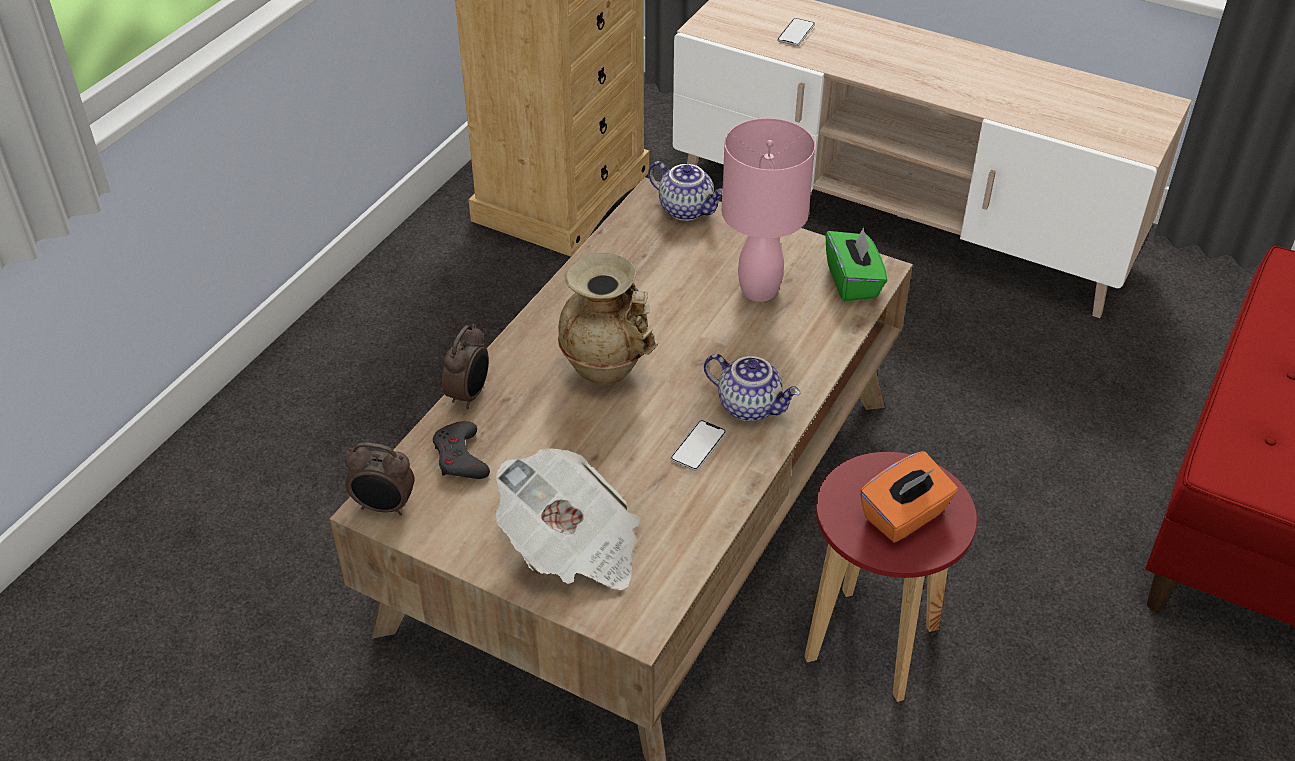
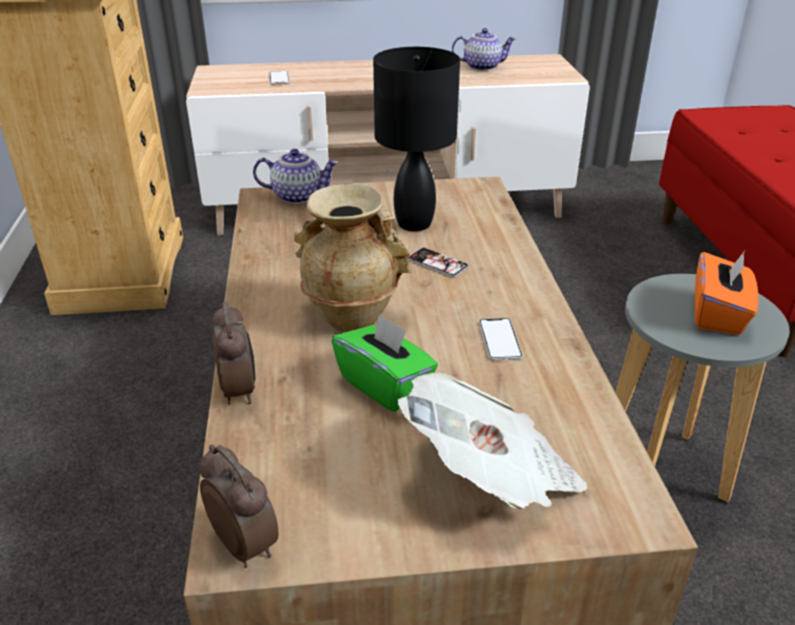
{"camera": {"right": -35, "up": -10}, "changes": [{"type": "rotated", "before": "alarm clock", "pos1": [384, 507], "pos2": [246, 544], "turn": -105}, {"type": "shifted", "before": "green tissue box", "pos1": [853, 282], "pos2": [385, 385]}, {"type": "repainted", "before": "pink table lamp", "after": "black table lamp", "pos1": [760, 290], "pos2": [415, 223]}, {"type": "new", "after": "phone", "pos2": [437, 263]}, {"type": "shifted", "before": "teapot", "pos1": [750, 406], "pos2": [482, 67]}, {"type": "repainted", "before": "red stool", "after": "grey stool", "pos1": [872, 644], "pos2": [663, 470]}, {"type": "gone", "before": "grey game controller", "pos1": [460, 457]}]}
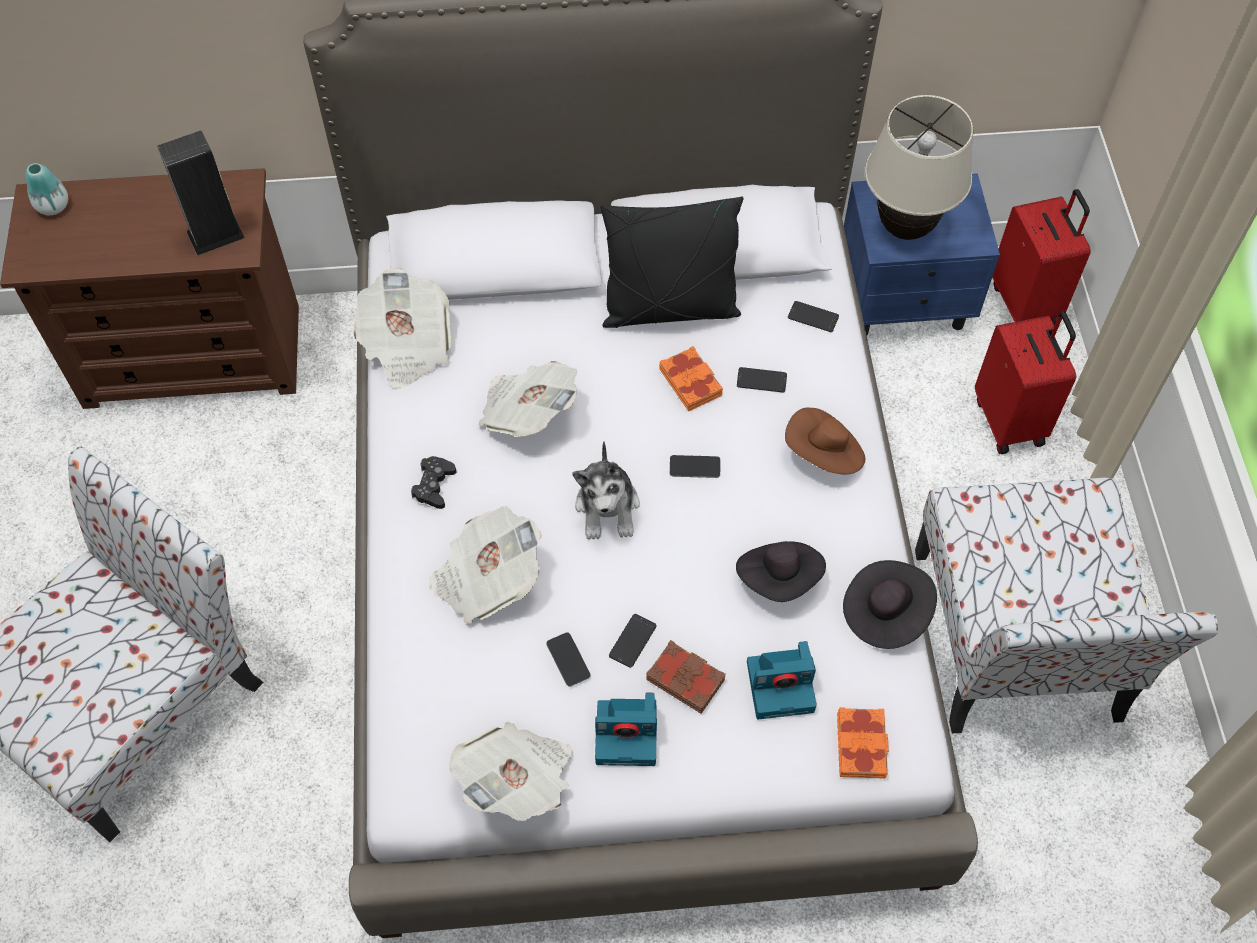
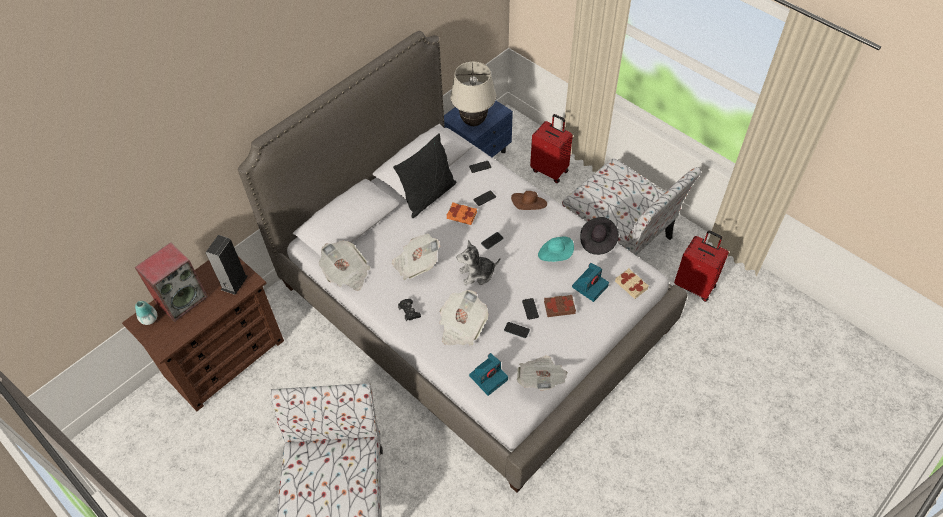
{"camera": {"right": -40, "up": -5}, "changes": [{"type": "new", "after": "speaker", "pos2": [182, 299]}, {"type": "rotated", "before": "plush toy", "pos1": [608, 507], "pos2": [477, 274], "turn": 120}, {"type": "shifted", "before": "photo camera", "pos1": [628, 733], "pos2": [488, 377]}, {"type": "repainted", "before": "black hat", "after": "turquoise hat", "pos1": [779, 578], "pos2": [555, 255]}, {"type": "repainted", "before": "orange book", "after": "beige book", "pos1": [862, 745], "pos2": [631, 285]}, {"type": "shifted", "before": "red suitcase", "pos1": [1026, 303], "pos2": [695, 285]}]}
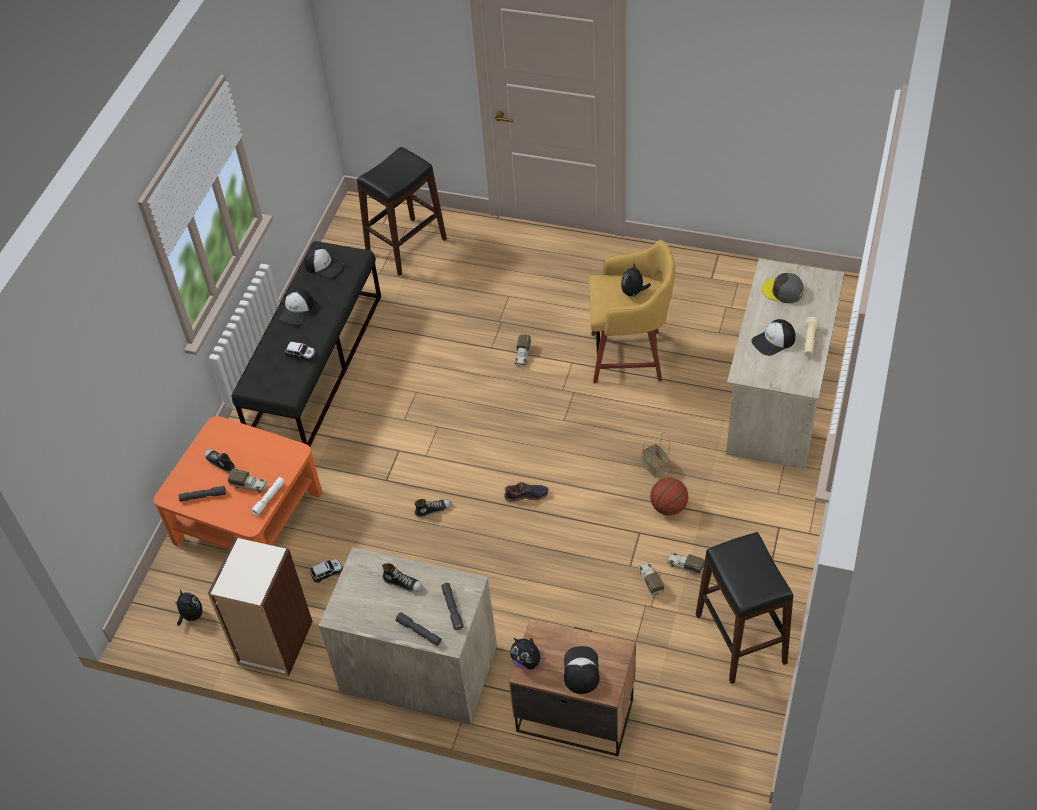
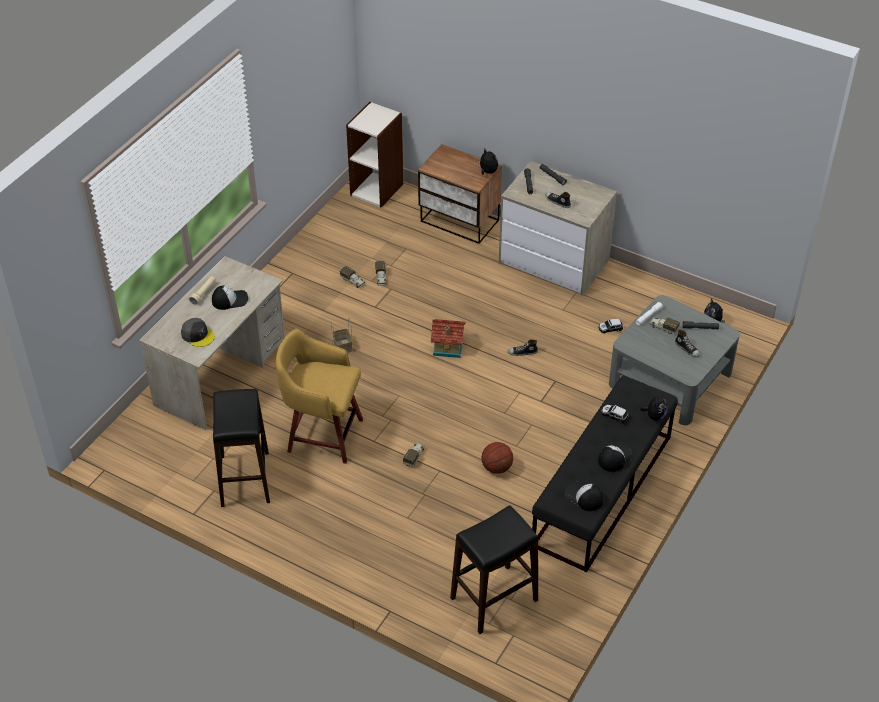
{"camera": {"right": -170, "up": -5}, "changes": [{"type": "shifted", "before": "black stool", "pos1": [740, 638], "pos2": [245, 479]}, {"type": "shifted", "before": "bookcase", "pos1": [274, 643], "pos2": [377, 189]}, {"type": "swapped", "before": "shoe", "after": "toy house", "pos1": [526, 495], "pos2": [448, 347]}, {"type": "shifted", "before": "basketball", "pos1": [668, 507], "pos2": [496, 468]}, {"type": "repainted", "before": "orange coffee table", "after": "grey coffee table", "pos1": [247, 516], "pos2": [670, 378]}, {"type": "shifted", "before": "plush toy", "pos1": [633, 292], "pos2": [654, 416]}, {"type": "gone", "before": "cap", "pos1": [580, 670]}]}
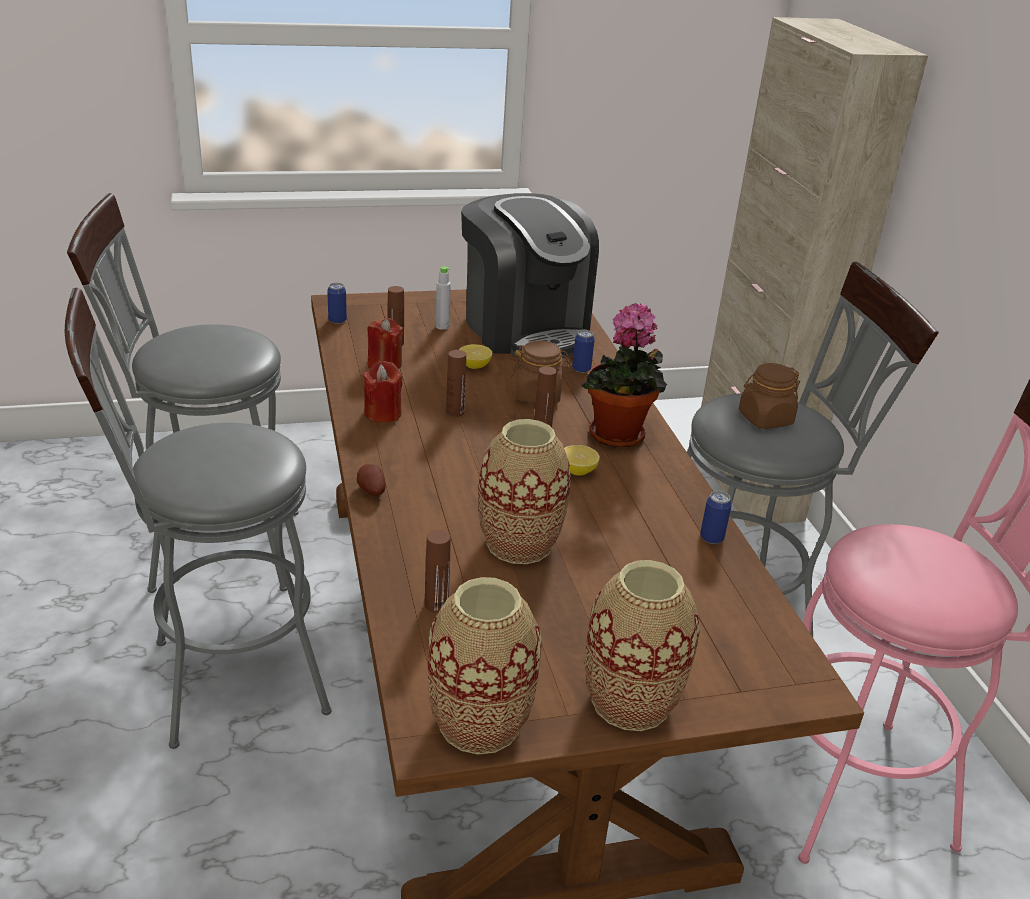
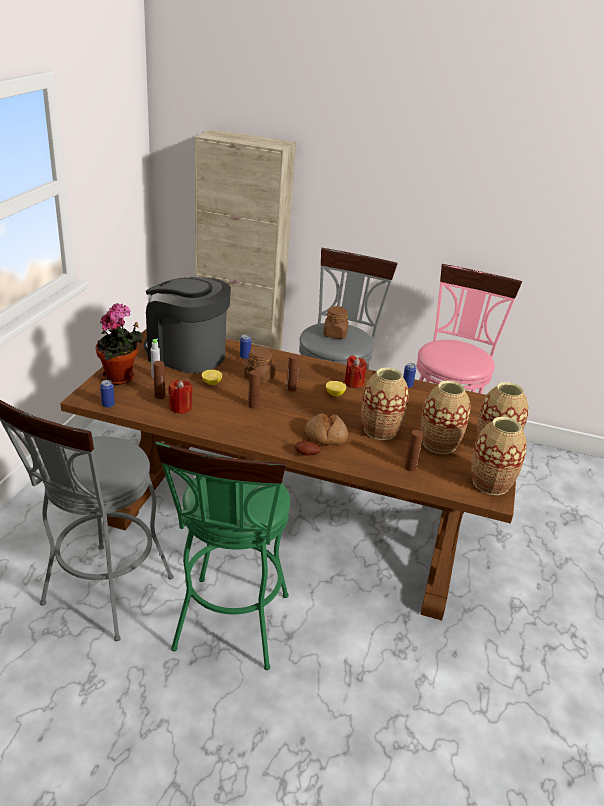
{"camera": {"right": -60, "up": 0}, "changes": [{"type": "shifted", "before": "potted plant", "pos1": [618, 437], "pos2": [121, 378]}, {"type": "rotated", "before": "coffee machine", "pos1": [525, 328], "pos2": [186, 354], "turn": -150}, {"type": "repainted", "before": "grey stool", "after": "green stool", "pos1": [223, 680], "pos2": [229, 630]}, {"type": "new", "after": "bread", "pos2": [325, 436]}, {"type": "shifted", "before": "red candle", "pos1": [382, 413], "pos2": [354, 383]}, {"type": "new", "after": "vase", "pos2": [439, 444]}]}
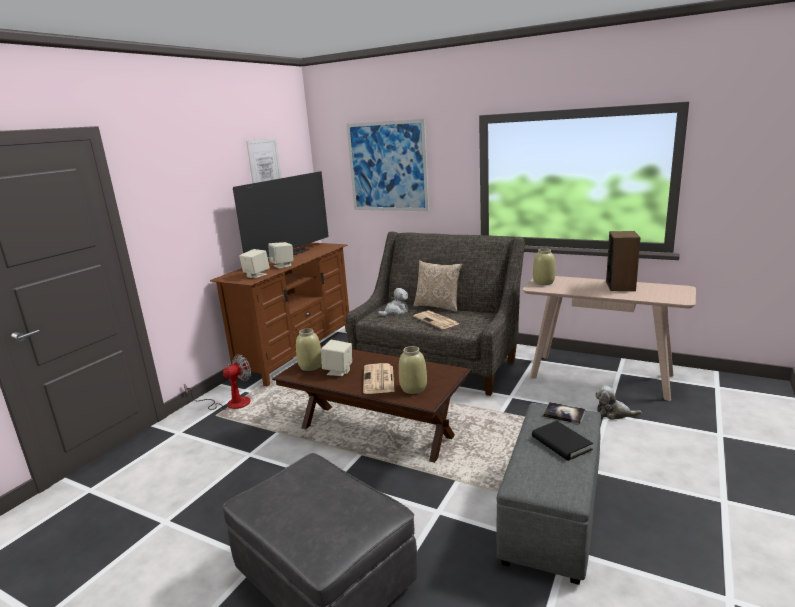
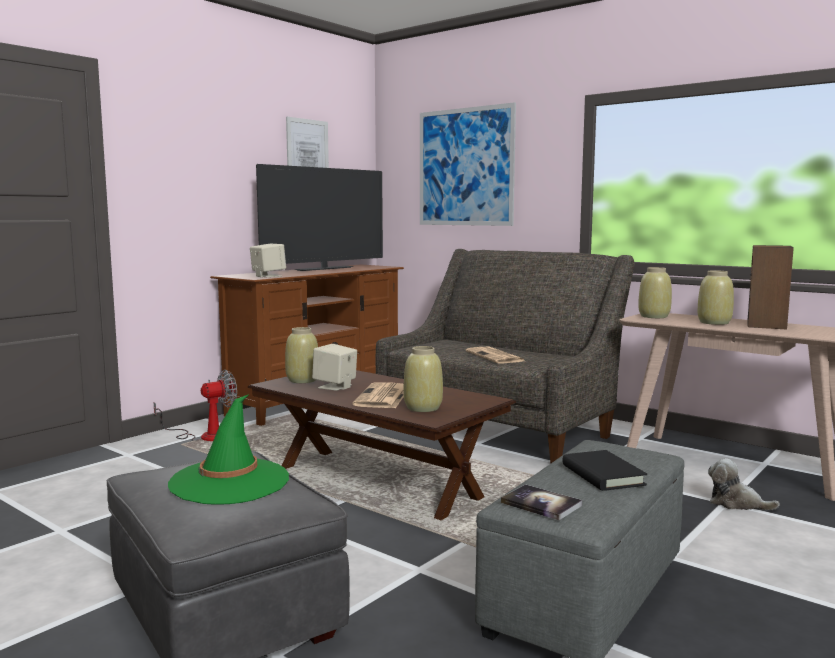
{"camera": {"right": 10, "up": -10}, "changes": [{"type": "new", "after": "green hat", "pos2": [230, 482]}, {"type": "shifted", "before": "book", "pos1": [564, 414], "pos2": [541, 504]}, {"type": "new", "after": "beige vase", "pos2": [714, 322]}, {"type": "gone", "before": "beige speaker", "pos1": [282, 265]}, {"type": "gone", "before": "plush toy", "pos1": [395, 312]}, {"type": "gone", "before": "pillow", "pos1": [438, 306]}]}
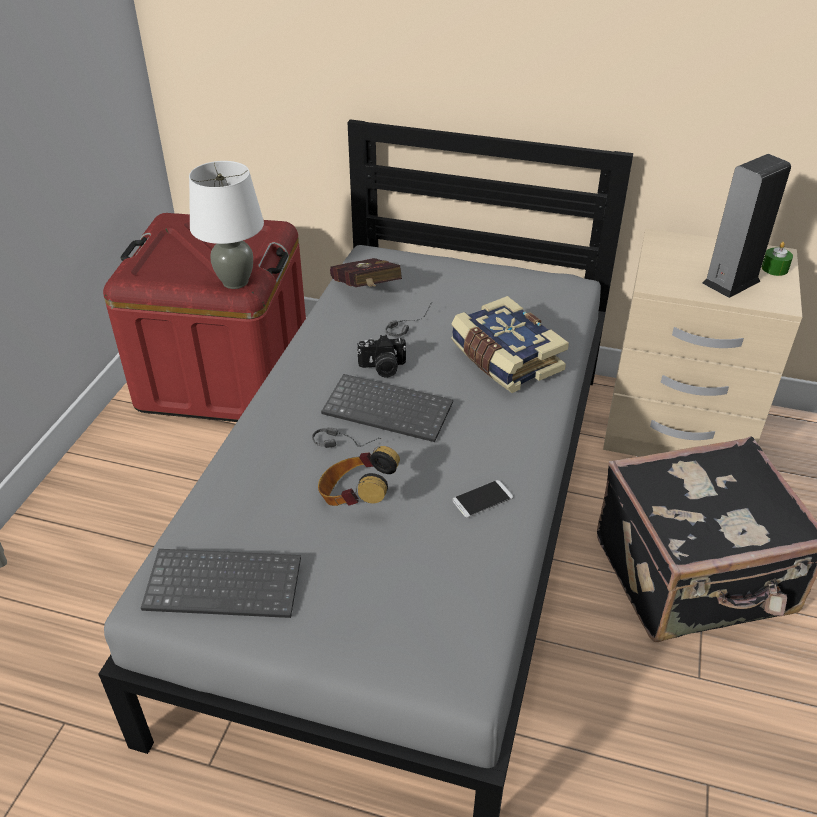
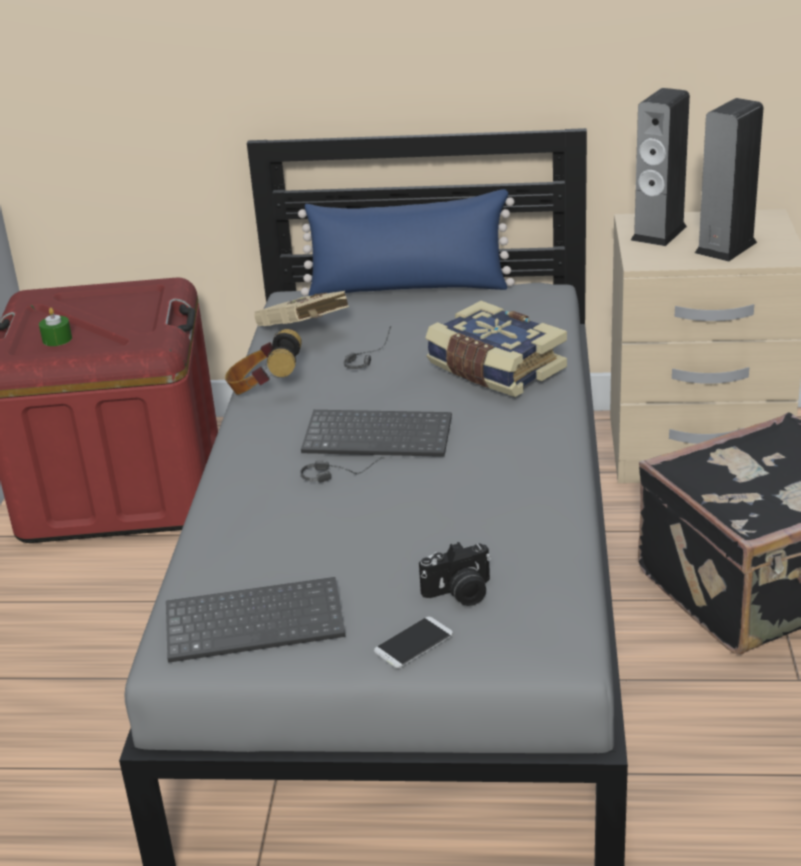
{"camera": {"right": -10, "up": -10}, "changes": [{"type": "shifted", "before": "green candle", "pos1": [774, 268], "pos2": [57, 339]}, {"type": "shifted", "before": "headphones", "pos1": [356, 498], "pos2": [264, 389]}, {"type": "repainted", "before": "red book", "after": "beige book", "pos1": [366, 292], "pos2": [304, 333]}, {"type": "new", "after": "blue pillow", "pos2": [409, 288]}, {"type": "shifted", "before": "phone", "pos1": [482, 499], "pos2": [413, 643]}, {"type": "shifted", "before": "photo camera", "pos1": [382, 368], "pos2": [459, 593]}, {"type": "new", "after": "speaker", "pos2": [658, 233]}, {"type": "gone", "before": "white table lamp", "pos1": [235, 282]}]}
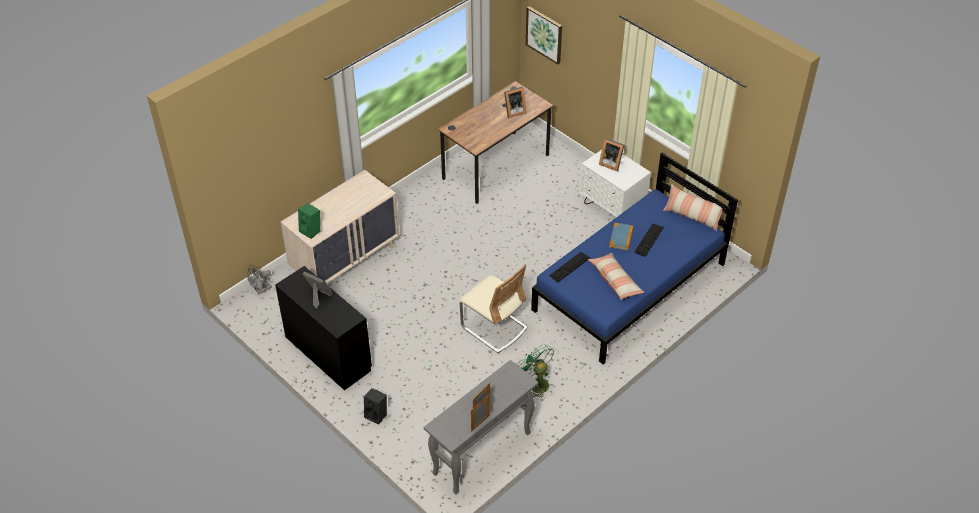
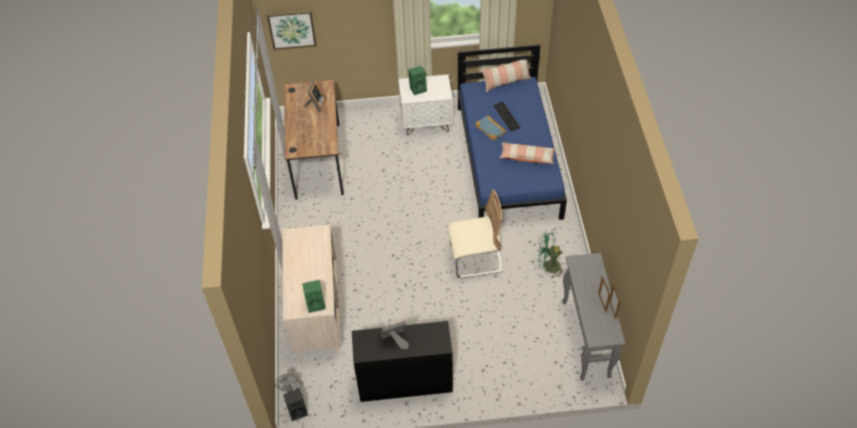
{"camera": {"right": -50, "up": 5}, "changes": [{"type": "shifted", "before": "black speaker", "pos1": [377, 415], "pos2": [298, 410]}, {"type": "swapped", "before": "picture frame", "after": "green speaker", "pos1": [610, 163], "pos2": [418, 88]}, {"type": "gone", "before": "keyboard", "pos1": [569, 267]}]}
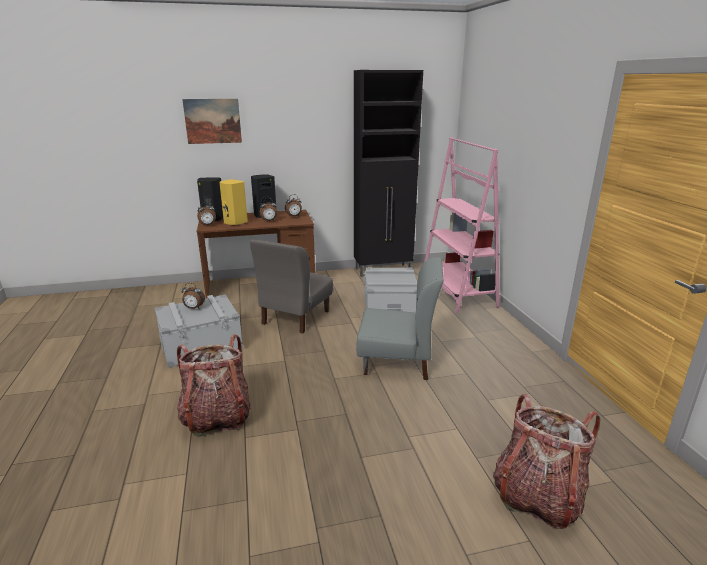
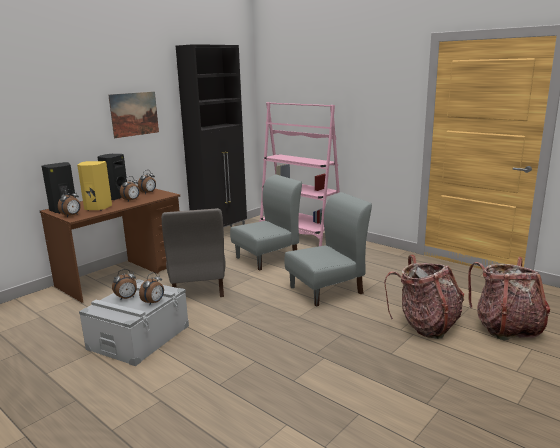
{"camera": {"right": -35, "up": -5}, "changes": [{"type": "shifted", "before": "picture", "pos1": [213, 121], "pos2": [134, 114]}, {"type": "new", "after": "alarm clock", "pos2": [154, 302]}, {"type": "swapped", "before": "grey storage box", "after": "grey chair", "pos1": [390, 308], "pos2": [267, 258]}, {"type": "shifted", "before": "backpack", "pos1": [216, 417], "pos2": [426, 325]}]}
